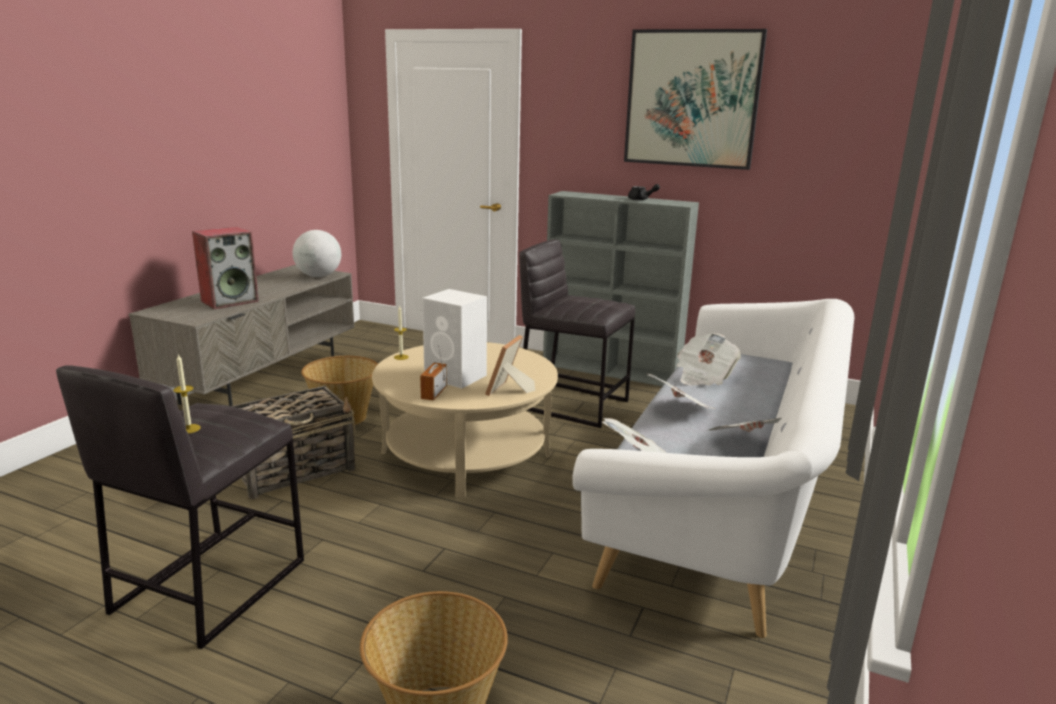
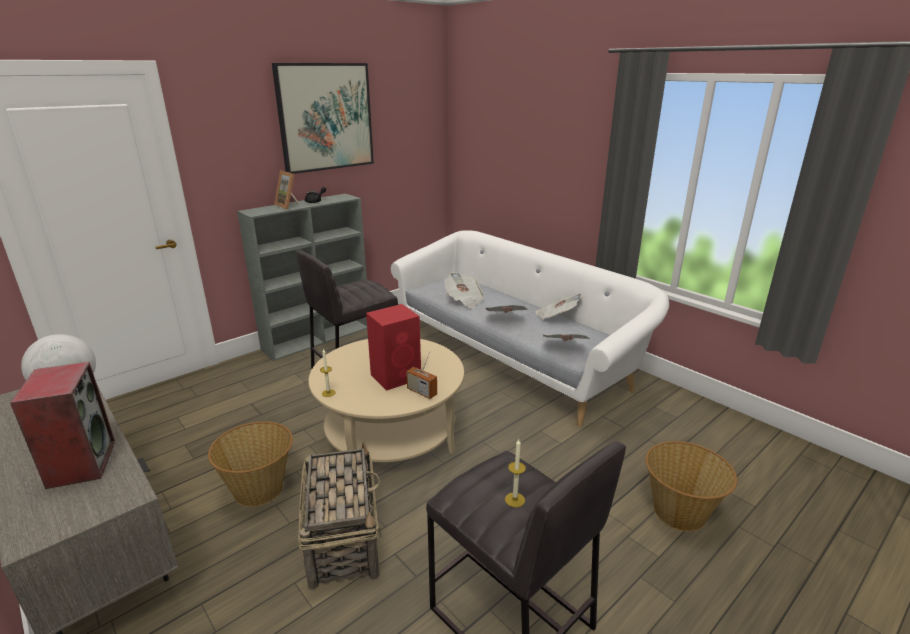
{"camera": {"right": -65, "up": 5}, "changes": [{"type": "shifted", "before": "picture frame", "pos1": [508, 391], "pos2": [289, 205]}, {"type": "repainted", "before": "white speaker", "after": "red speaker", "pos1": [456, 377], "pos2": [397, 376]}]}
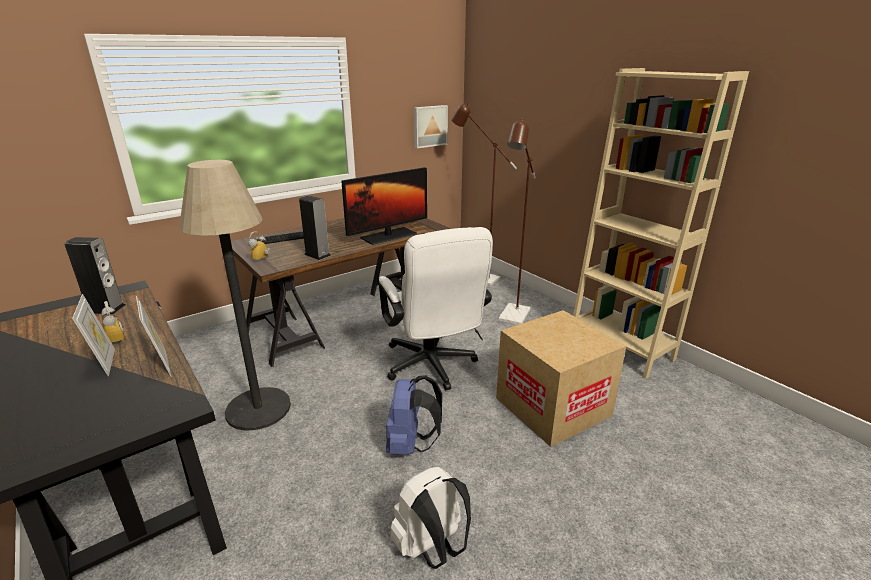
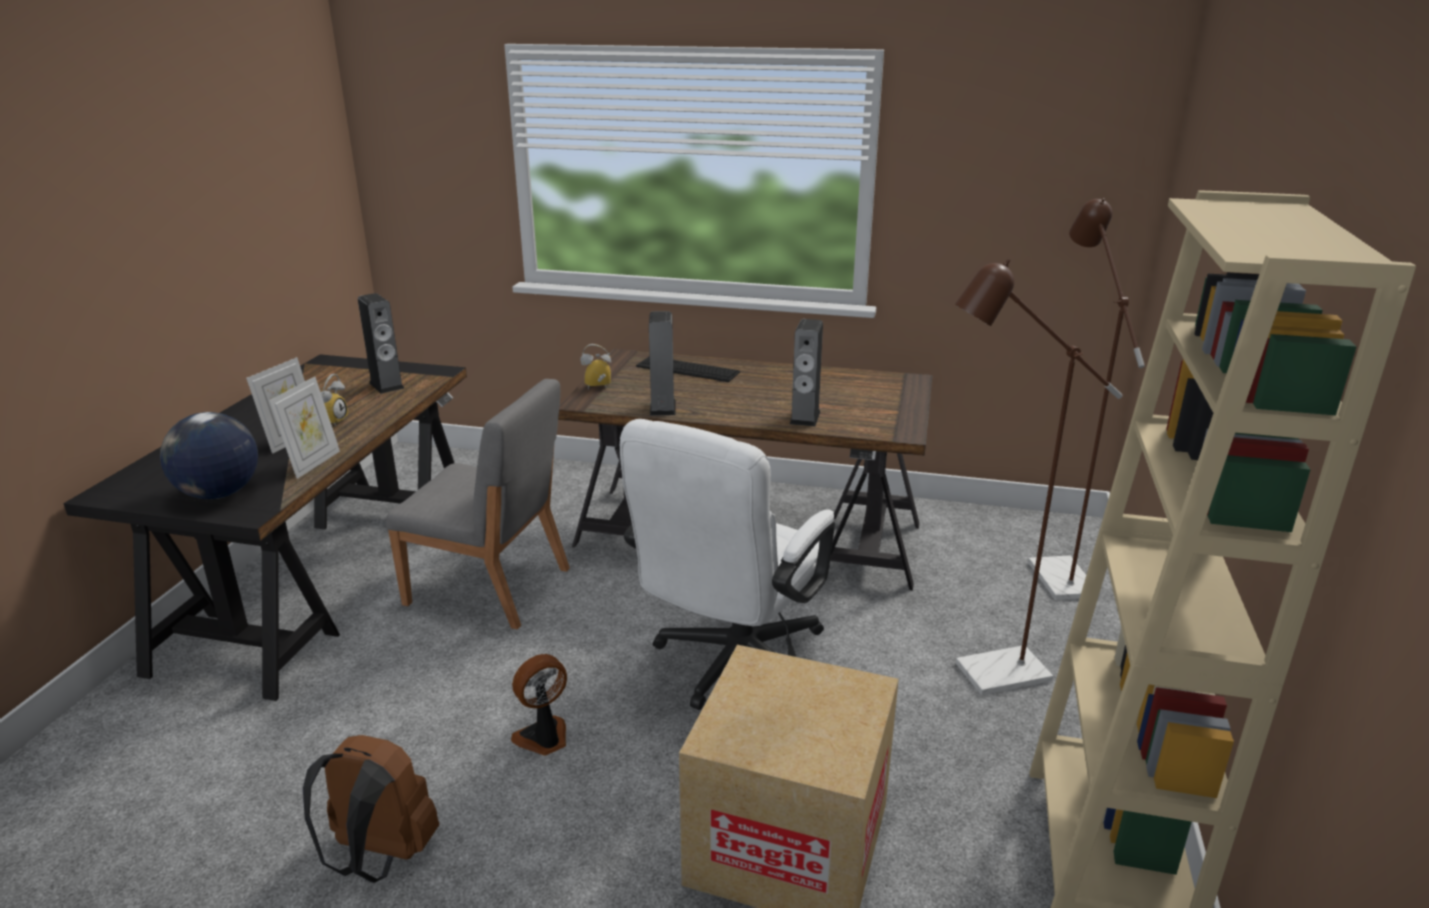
{"camera": {"right": 50, "up": 0}, "changes": [{"type": "new", "after": "globe", "pos2": [219, 494]}, {"type": "repainted", "before": "white backpack", "after": "brown backpack", "pos1": [431, 548], "pos2": [379, 857]}, {"type": "swapped", "before": "floor lamp", "after": "grey chair", "pos1": [258, 409], "pos2": [490, 587]}, {"type": "swapped", "before": "blue backpack", "after": "fan", "pos1": [411, 445], "pos2": [544, 738]}, {"type": "swapped", "before": "monitor", "after": "speaker", "pos1": [388, 236], "pos2": [805, 417]}, {"type": "gone", "before": "picture", "pos1": [429, 126]}]}
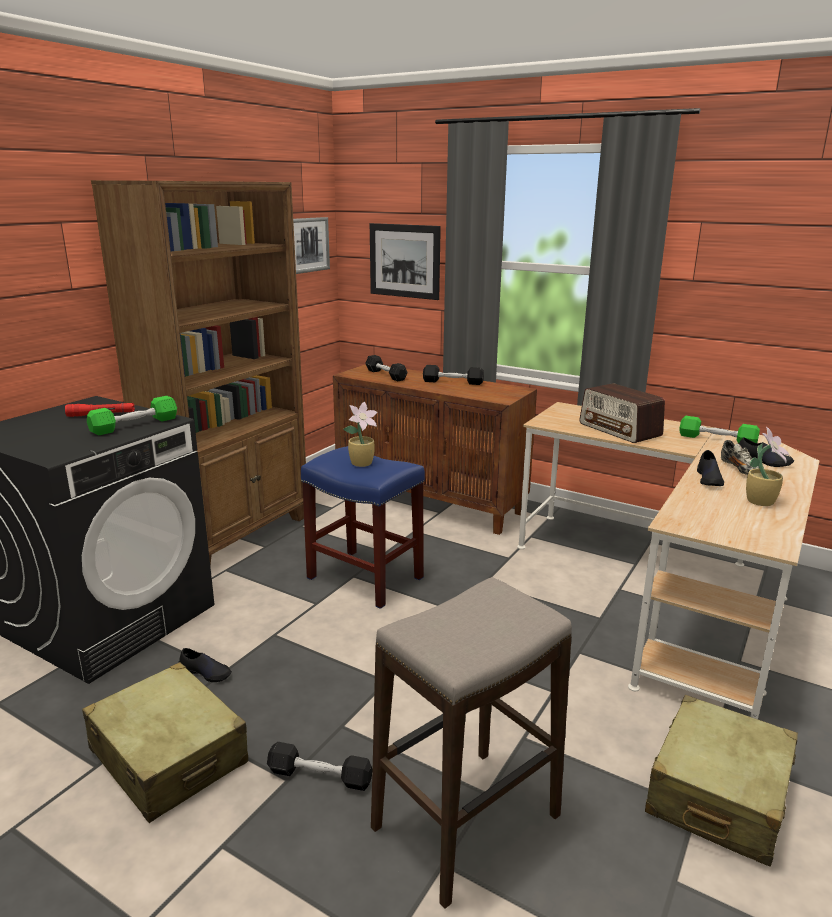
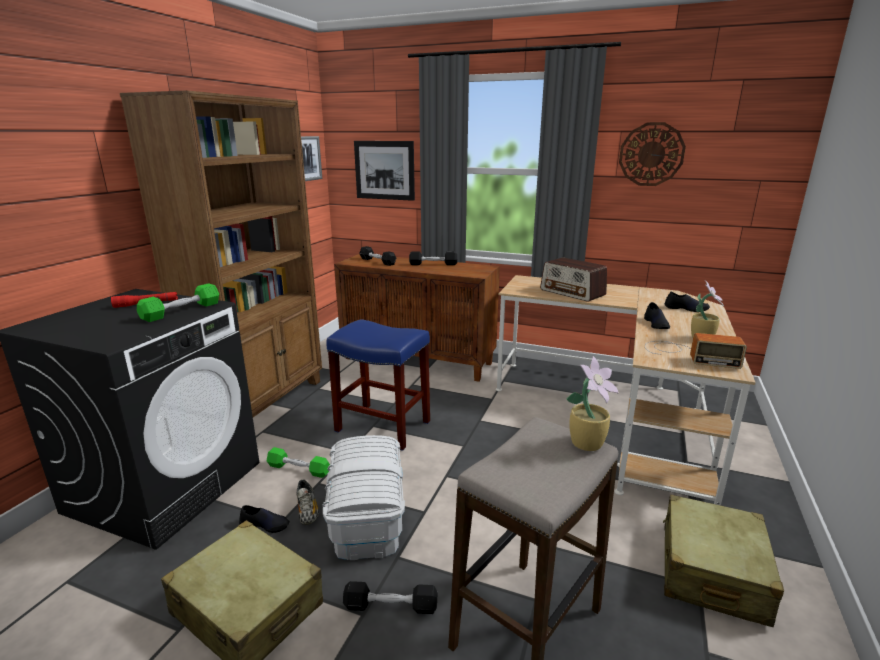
{"camera": {"right": -10, "up": 0}, "changes": [{"type": "shifted", "before": "green dumbbell", "pos1": [717, 439], "pos2": [298, 469]}, {"type": "shifted", "before": "shoe", "pos1": [740, 470], "pos2": [307, 511]}, {"type": "new", "after": "white storage box", "pos2": [366, 515]}, {"type": "shifted", "before": "potted plant", "pos1": [363, 463], "pos2": [588, 443]}, {"type": "new", "after": "wall clock", "pos2": [651, 154]}, {"type": "new", "after": "radio", "pos2": [687, 354]}]}
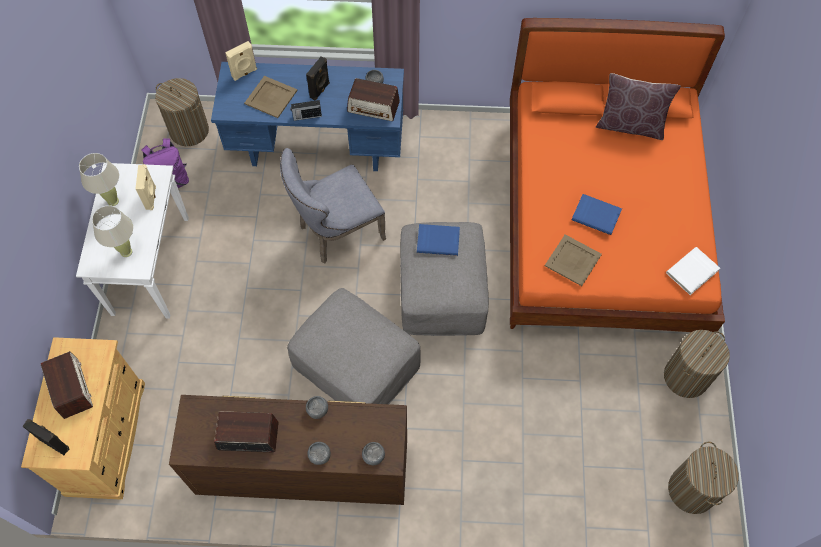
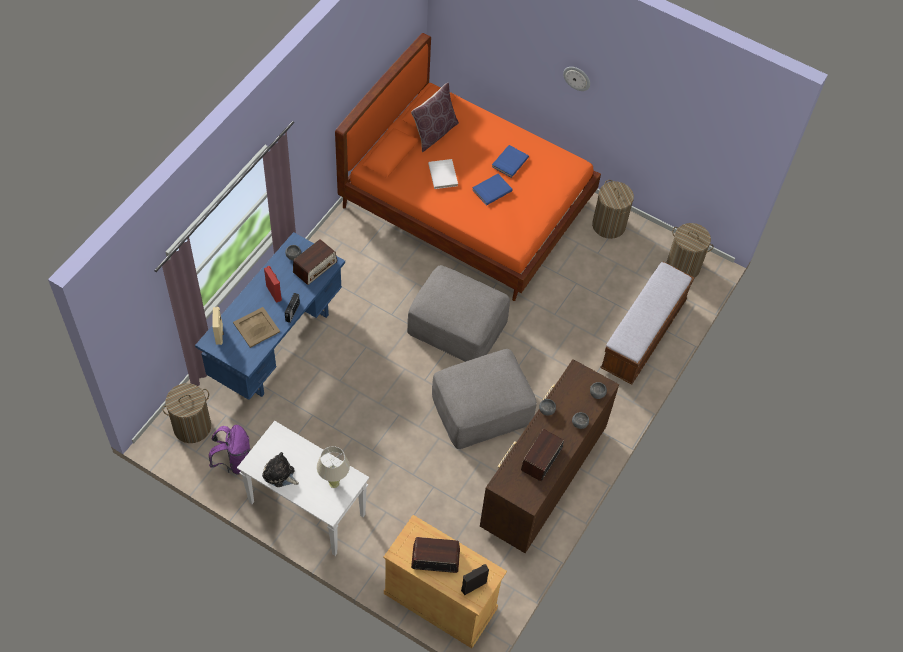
{"camera": {"right": -65, "up": -5}, "changes": [{"type": "swapped", "before": "beige table lamp", "after": "plush toy", "pos1": [113, 201], "pos2": [280, 474]}, {"type": "repainted", "before": "black speaker", "after": "red speaker", "pos1": [320, 90], "pos2": [274, 293]}, {"type": "shifted", "before": "white book", "pos1": [693, 272], "pos2": [443, 175]}, {"type": "shifted", "before": "blue book", "pos1": [438, 240], "pos2": [509, 162]}, {"type": "new", "after": "wall clock", "pos2": [577, 78]}, {"type": "new", "after": "bench", "pos2": [643, 335]}, {"type": "gone", "before": "beige speaker", "pos1": [151, 198]}, {"type": "gone", "before": "grey chair", "pos1": [336, 233]}, {"type": "gone", "before": "beige tray", "pos1": [572, 260]}]}
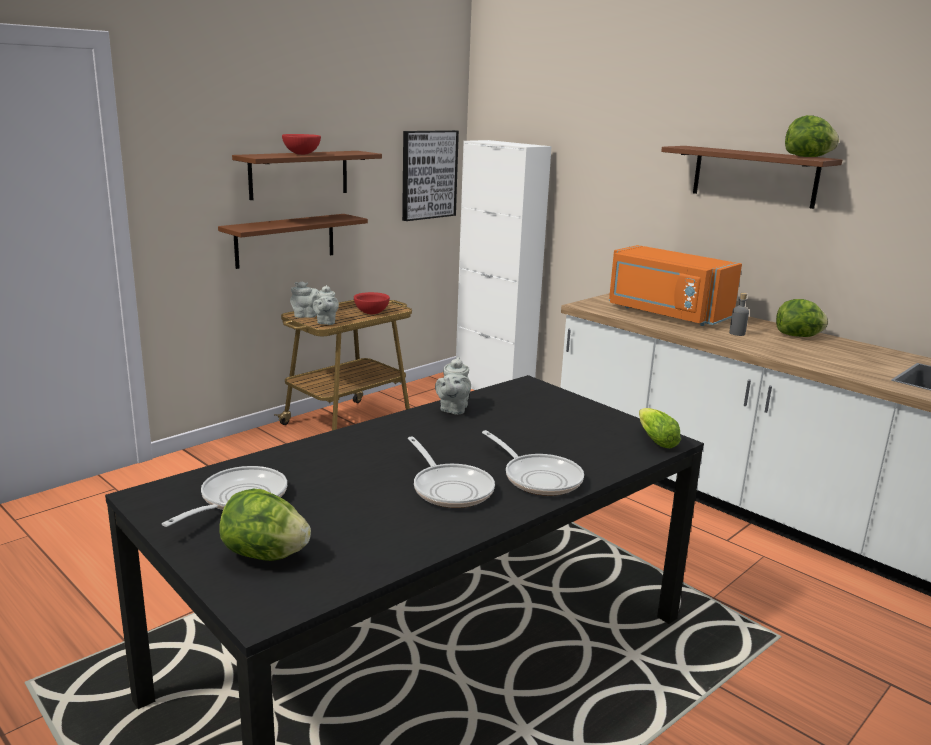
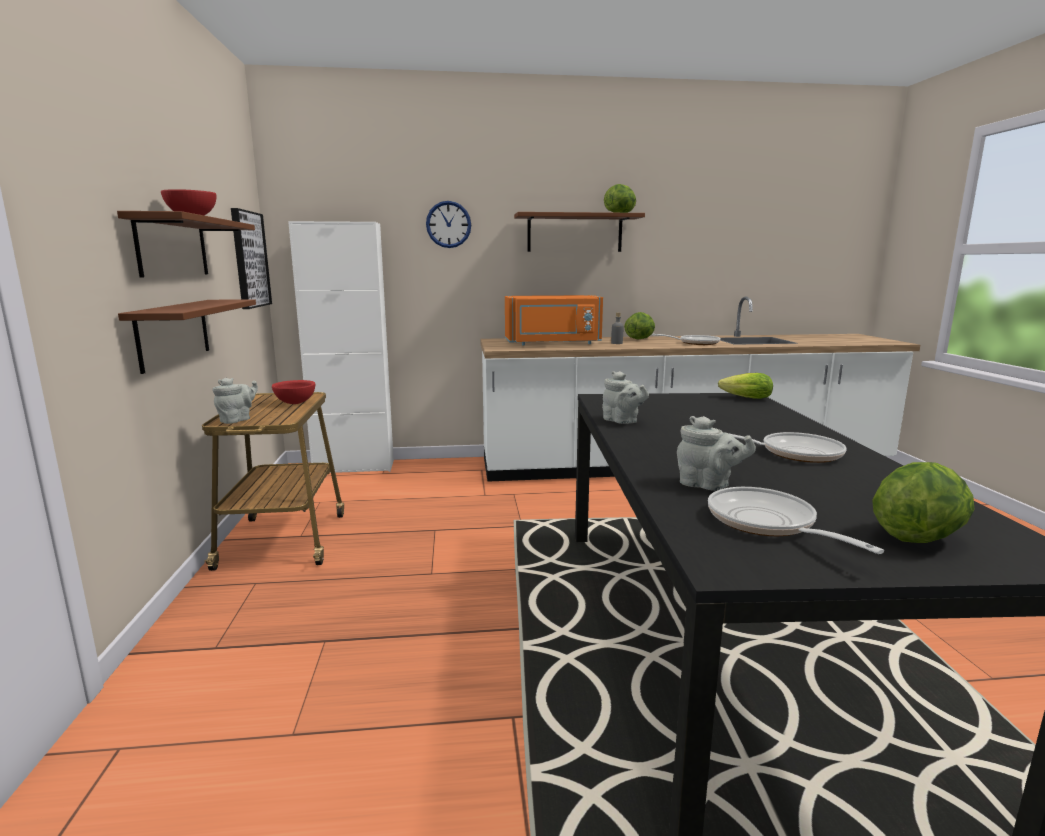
{"camera": {"right": -50, "up": -5}, "changes": [{"type": "new", "after": "wall clock", "pos2": [448, 224]}, {"type": "shifted", "before": "frying pan", "pos1": [538, 478], "pos2": [695, 343]}, {"type": "shifted", "before": "grey teapot", "pos1": [326, 322], "pos2": [708, 485]}]}
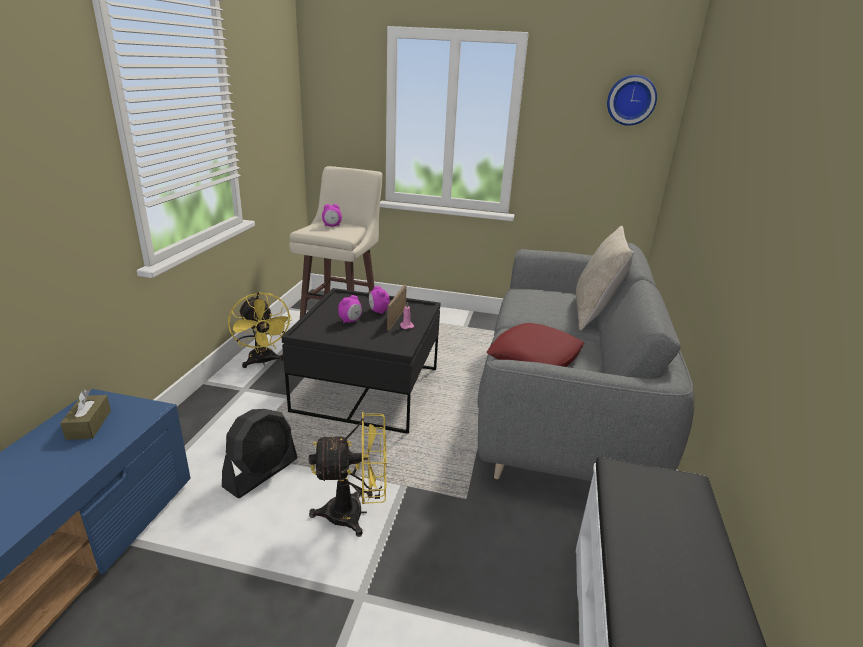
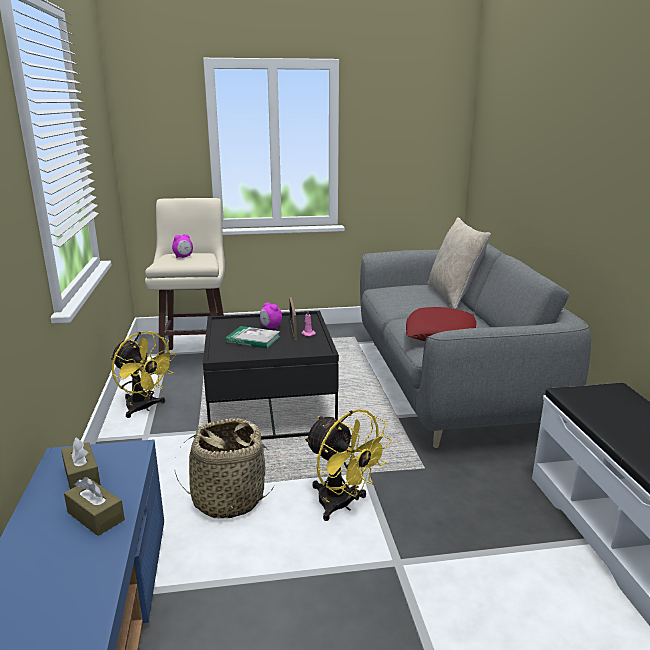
{"camera": {"right": -20, "up": -5}, "changes": [{"type": "new", "after": "brown tissue box", "pos2": [96, 516]}, {"type": "swapped", "before": "black fan", "after": "basket", "pos1": [261, 473], "pos2": [228, 499]}, {"type": "swapped", "before": "alarm clock", "after": "book", "pos1": [350, 321], "pos2": [253, 339]}, {"type": "rotated", "before": "yellow fan", "pos1": [355, 513], "pos2": [342, 505], "turn": 75}, {"type": "gone", "before": "wall clock", "pos1": [631, 100]}]}
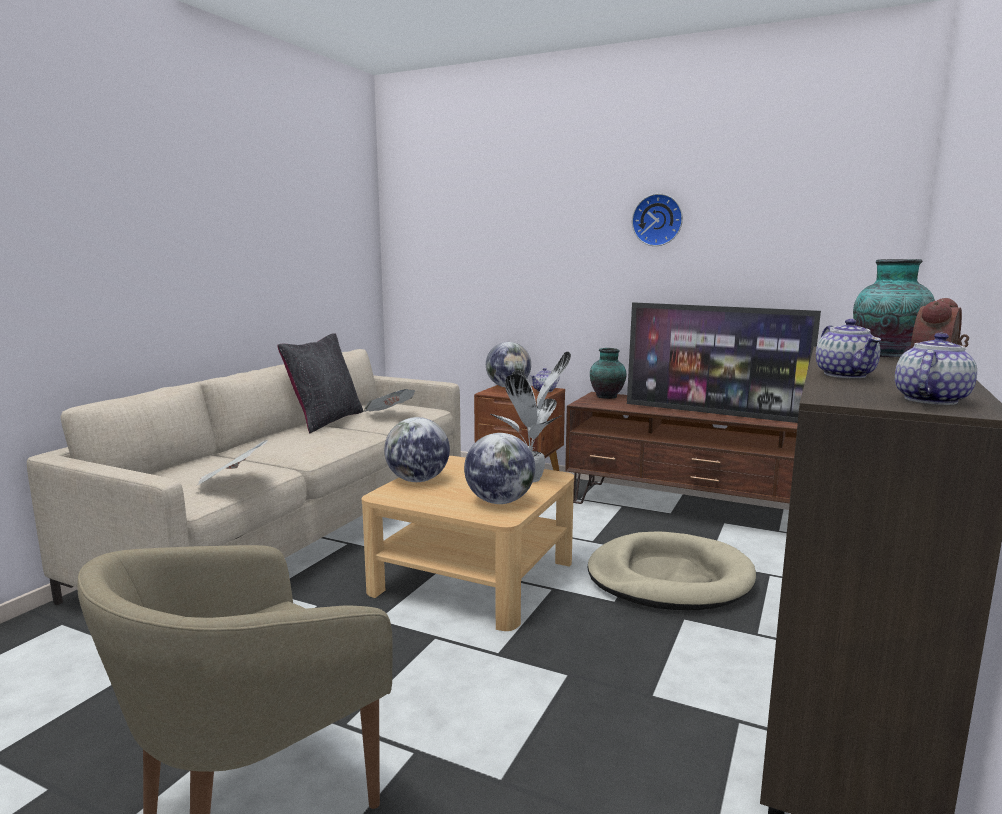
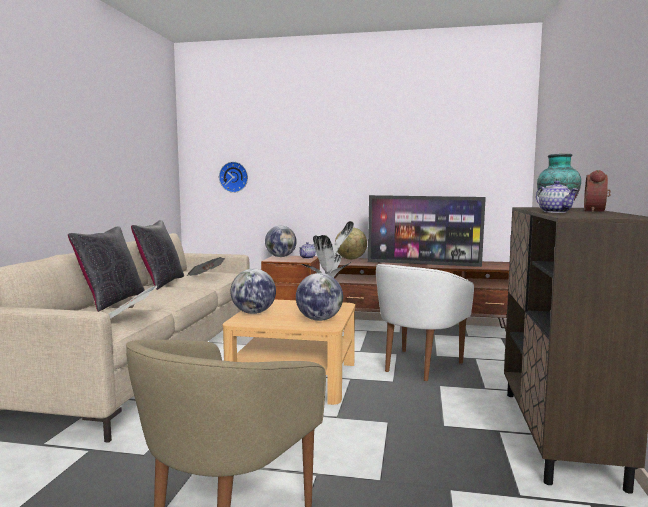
{"camera": {"right": -15, "up": -5}, "changes": [{"type": "new", "after": "black pillow", "pos2": [111, 301]}, {"type": "shifted", "before": "wall clock", "pos1": [657, 220], "pos2": [234, 177]}, {"type": "swapped", "before": "vase", "after": "globe", "pos1": [607, 396], "pos2": [351, 259]}, {"type": "swapped", "before": "beige dog bed", "after": "white armchair", "pos1": [669, 578], "pos2": [418, 366]}, {"type": "gone", "before": "teapot", "pos1": [929, 400]}]}
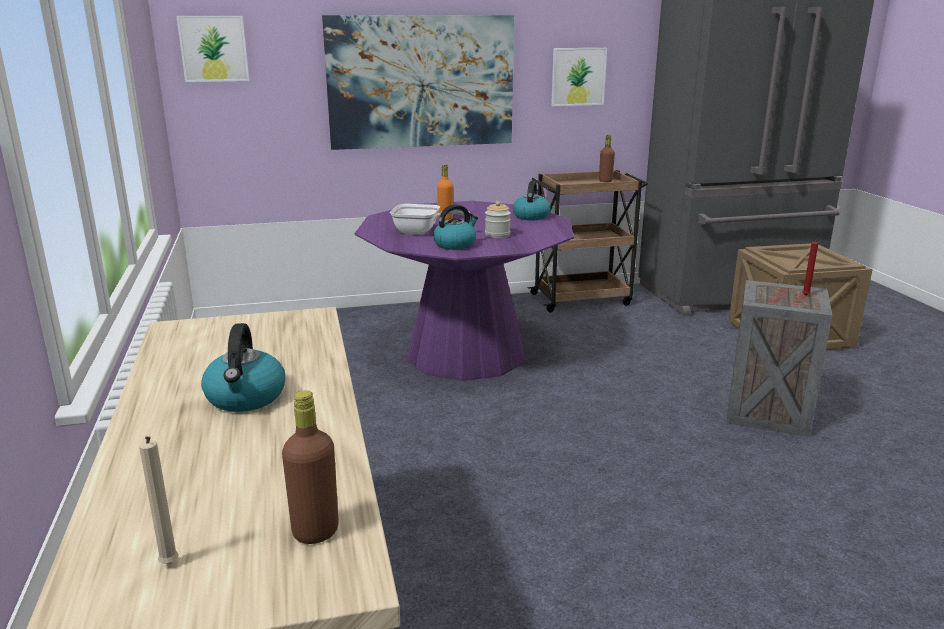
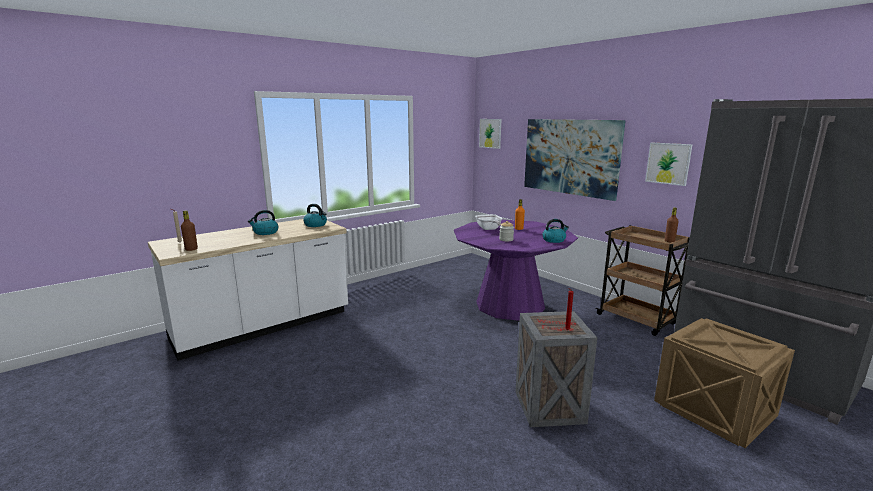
{"camera": {"right": 65, "up": -5}, "changes": [{"type": "shifted", "before": "kettle", "pos1": [455, 244], "pos2": [316, 225]}]}
